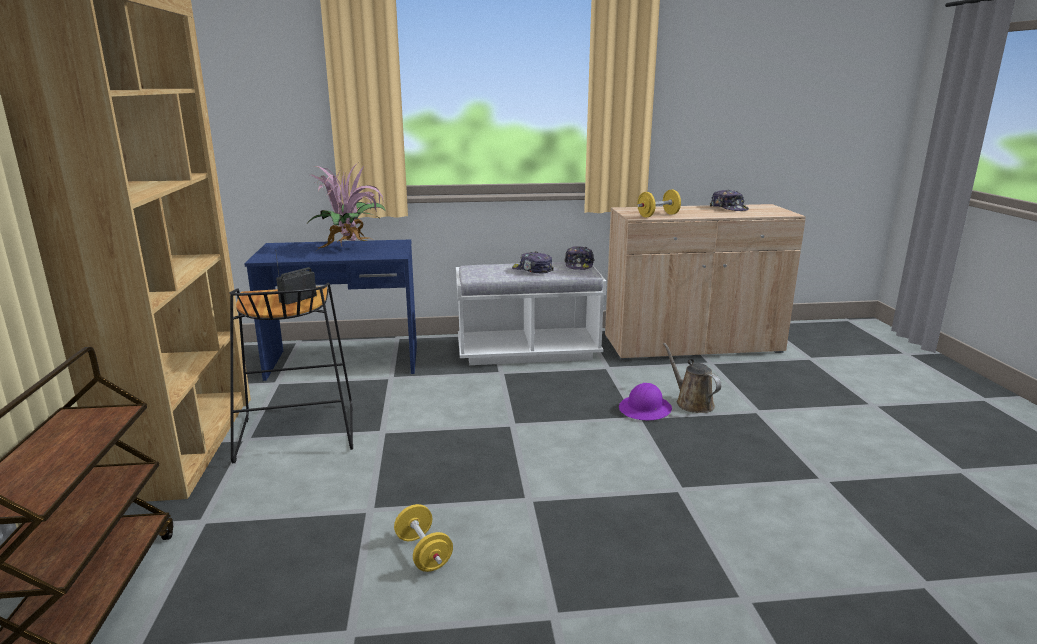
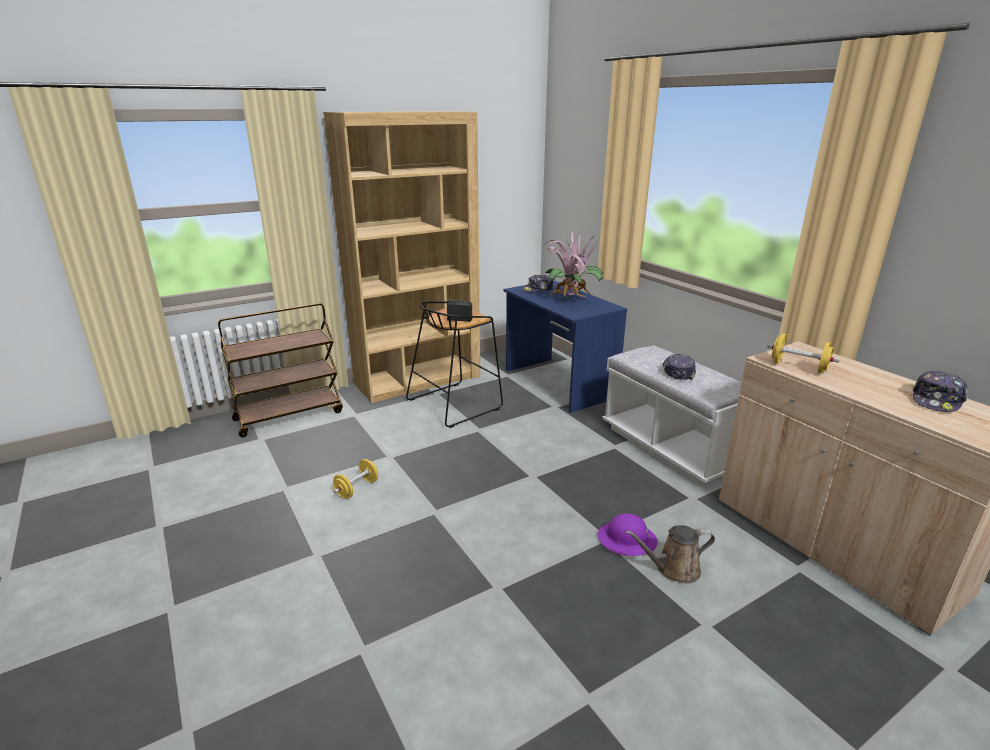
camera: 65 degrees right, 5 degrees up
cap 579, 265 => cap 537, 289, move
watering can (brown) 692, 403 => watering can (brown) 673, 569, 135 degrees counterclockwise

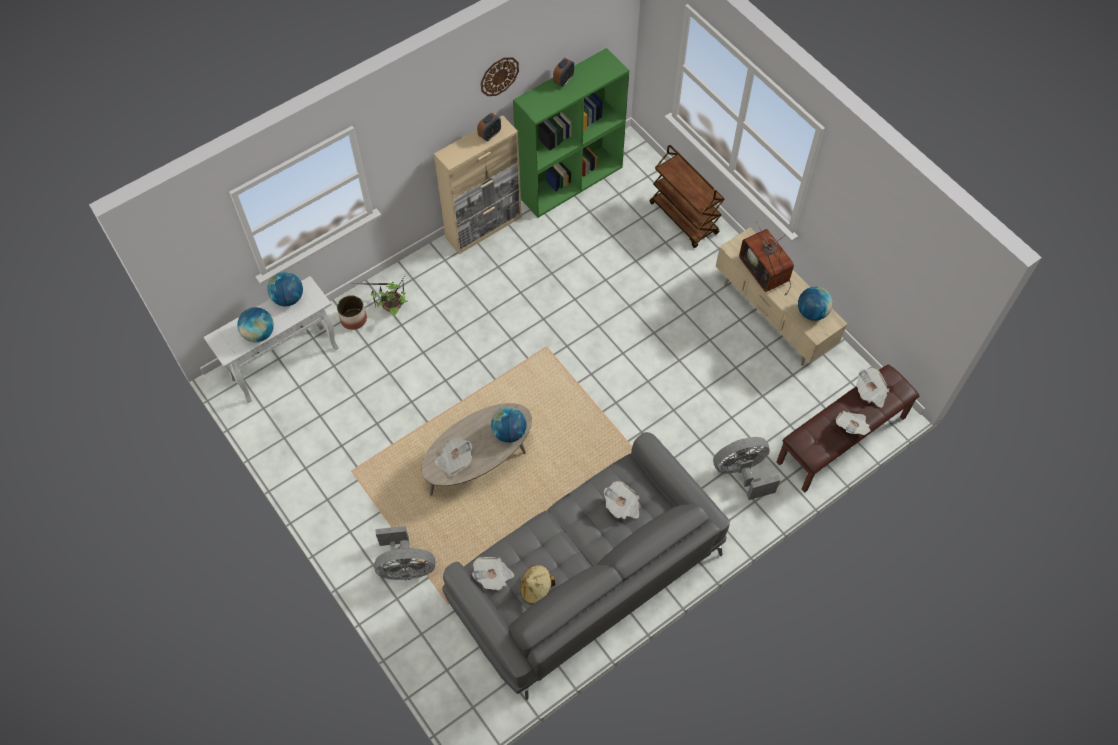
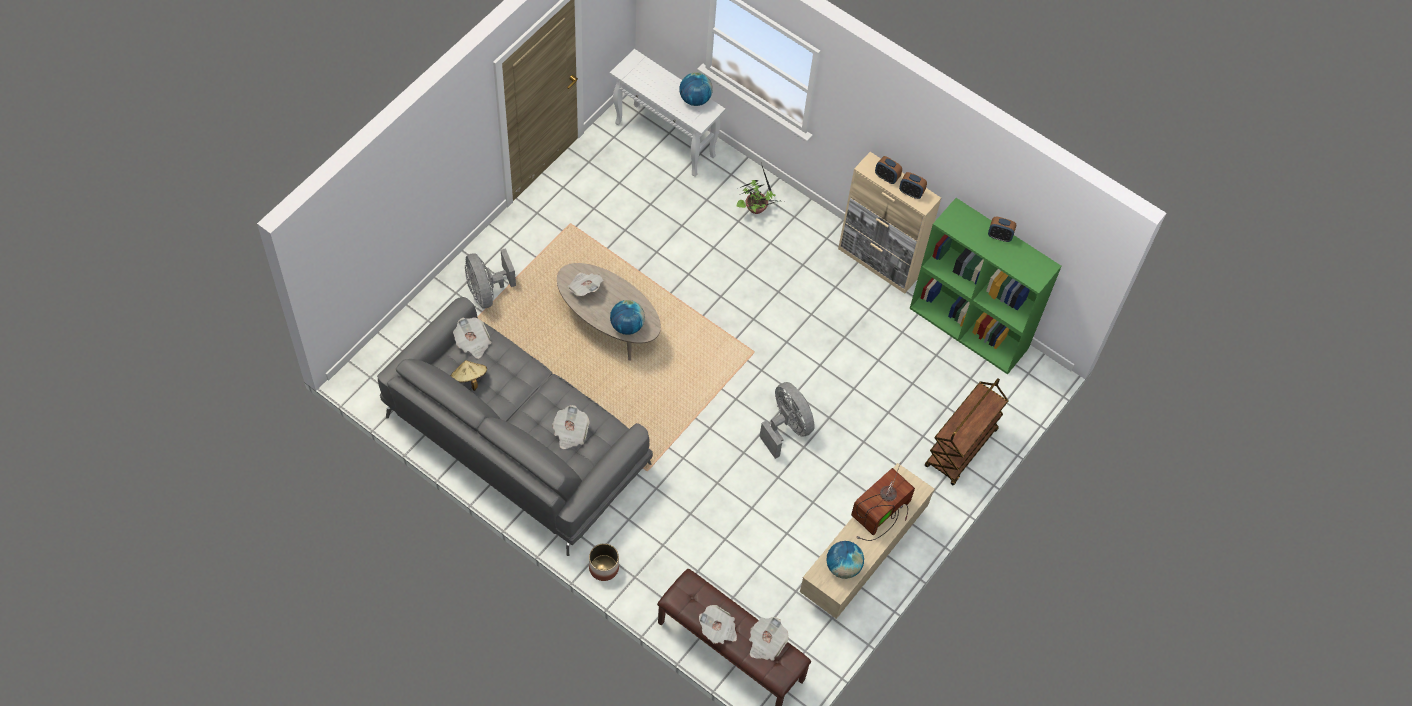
camera: 70 degrees right, 0 degrees up
globe 259, 334 => nothing
planter 353, 319 => planter 603, 567, move
wall clock 499, 76 => nothing
fan (grey) 742, 473 => fan (grey) 786, 427, move
nothing => alarm clock 886, 177

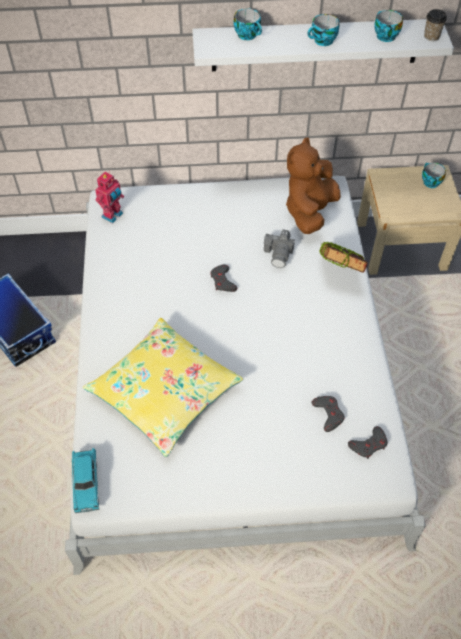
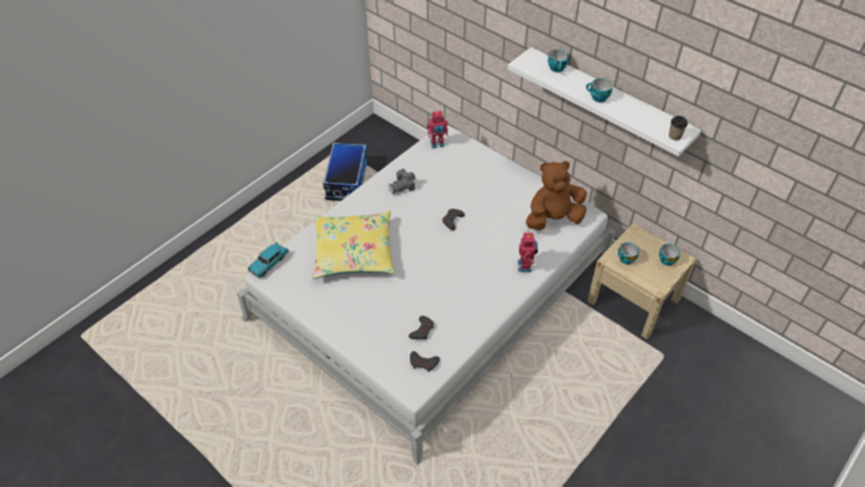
camera: 45 degrees right, 5 degrees down
photo camera 279, 254 => photo camera 403, 186, move
book 339, 274 => toy robot 525, 266
cup 384, 36 => cup 626, 258, move

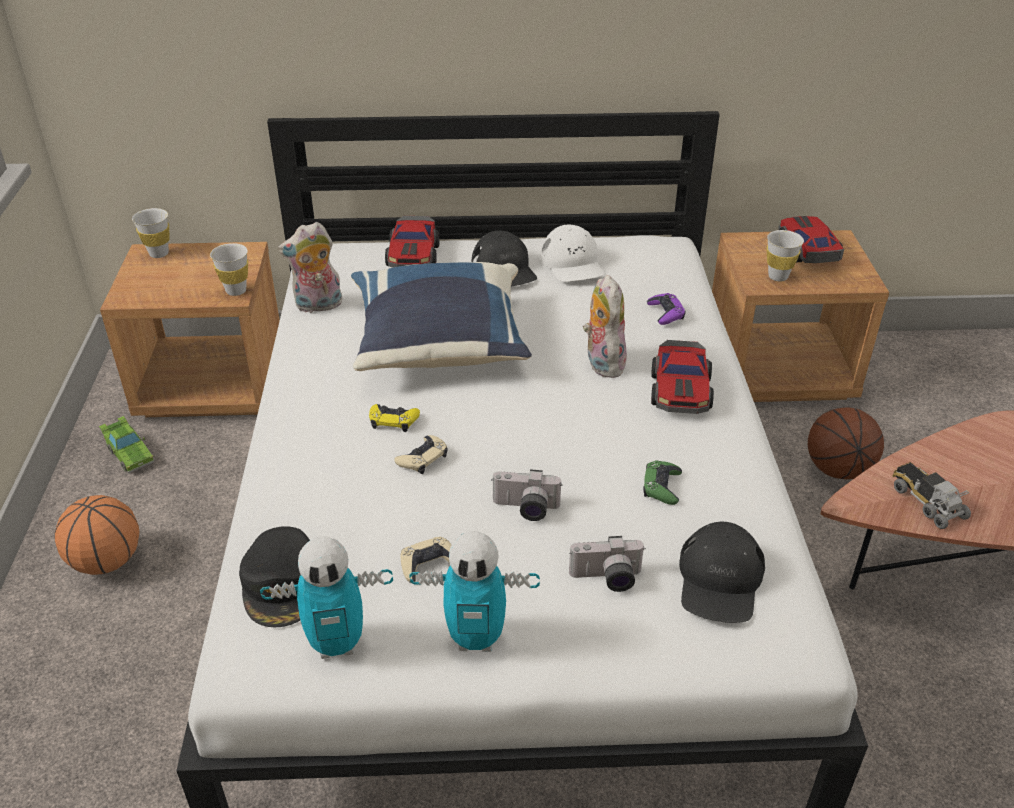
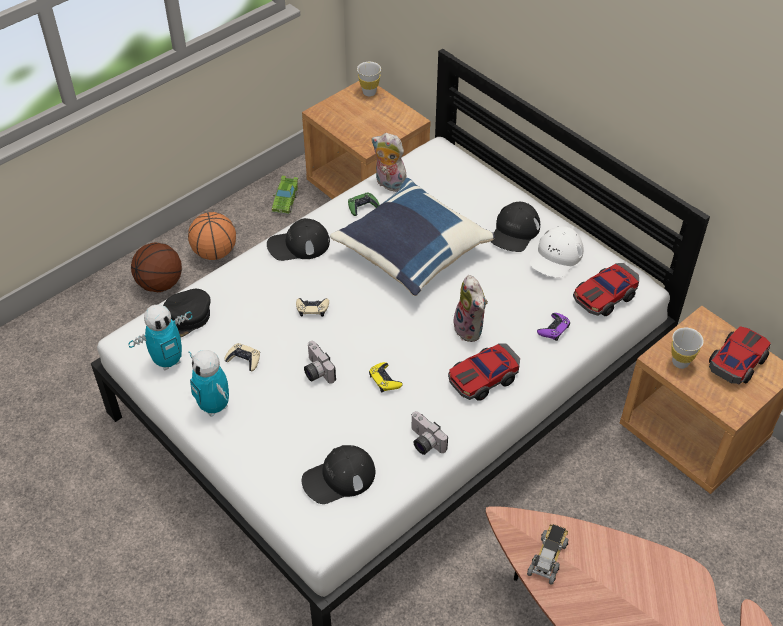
camera: 50 degrees right, 10 degrees up
cup (white) 236, 291 => nothing
toy robot 337, 644 => toy robot 168, 361, 75 degrees counterclockwise
game controller (yellow) 393, 420 => game controller (yellow) 384, 380, move
toy car 413, 255 => toy car 605, 296, move
photo camera 606, 579 => photo camera 424, 442, move
plush toy 601, 362 => plush toy 471, 329, 120 degrees clockwise
game controller (green) 661, 486 => game controller (green) 362, 206, move
basketball 837, 469 => basketball 160, 283, move
nothing => cap (black) 298, 245

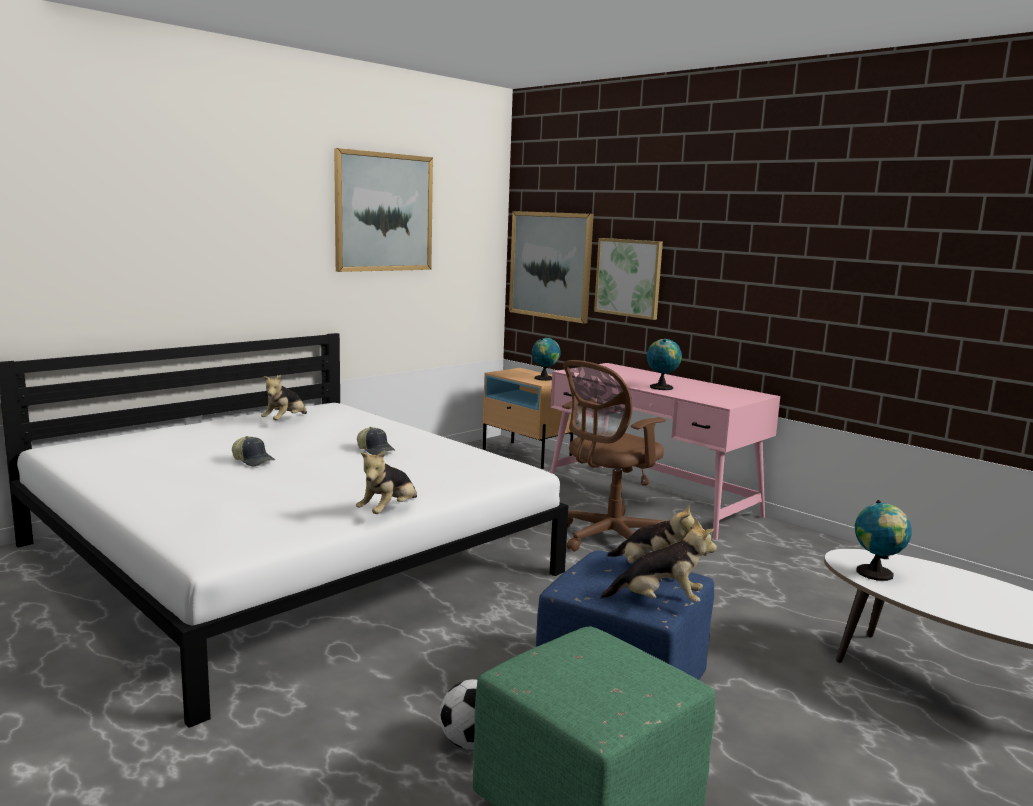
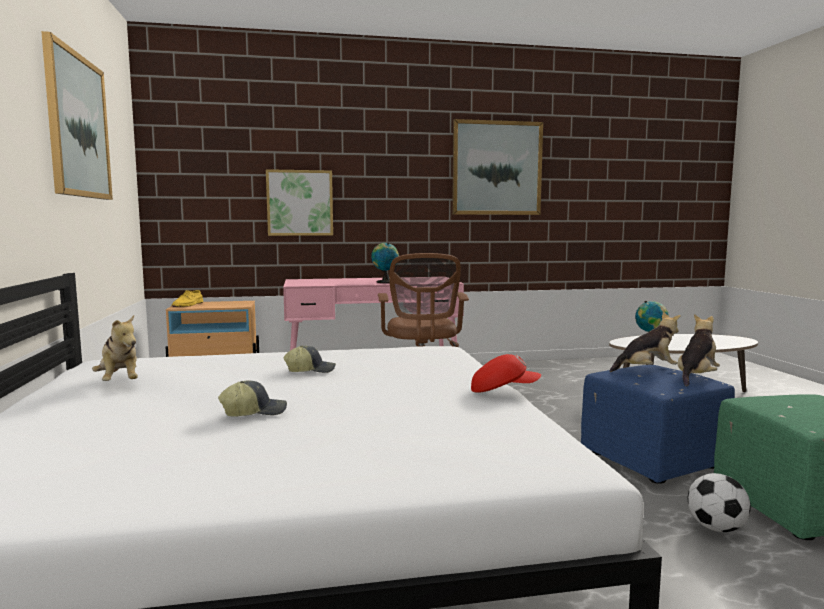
camera: 55 degrees left, 5 degrees down
plush toy 388, 511 => cap (red) 503, 391
picture 550, 265 => picture 497, 168, move
globe 545, 378 => nothing
nothing => shoe (yellow) 188, 305

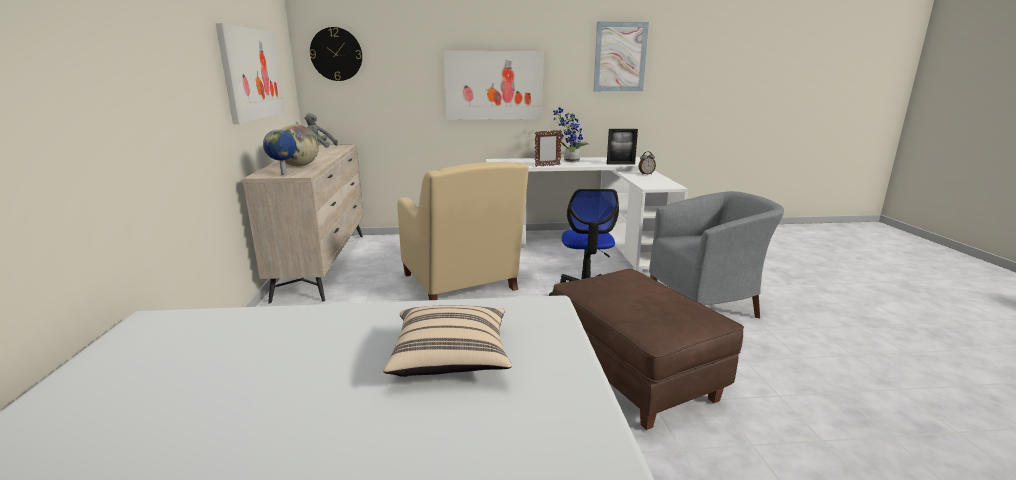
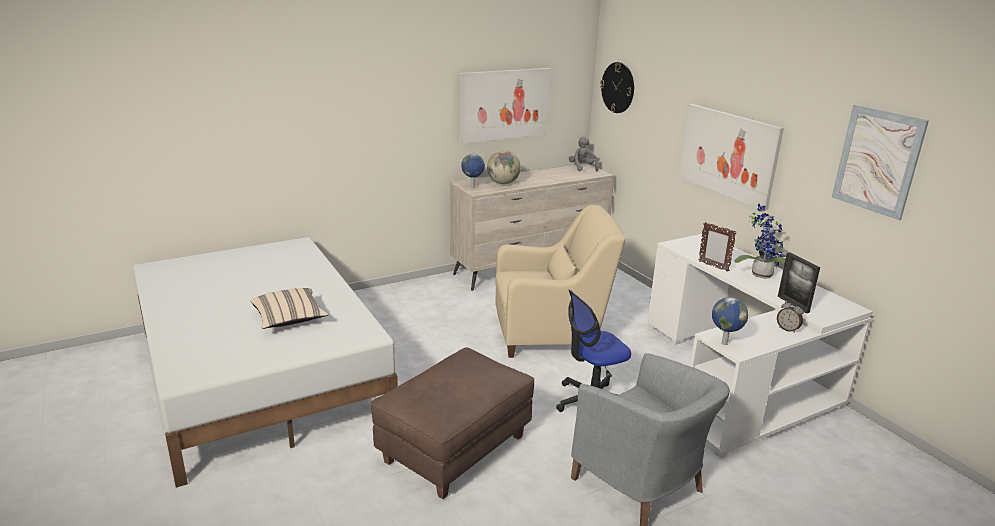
camera: 65 degrees right, 5 degrees up
armchair (beige) 461, 284 => armchair (beige) 551, 334, 135 degrees counterclockwise
nothing => globe 723, 343

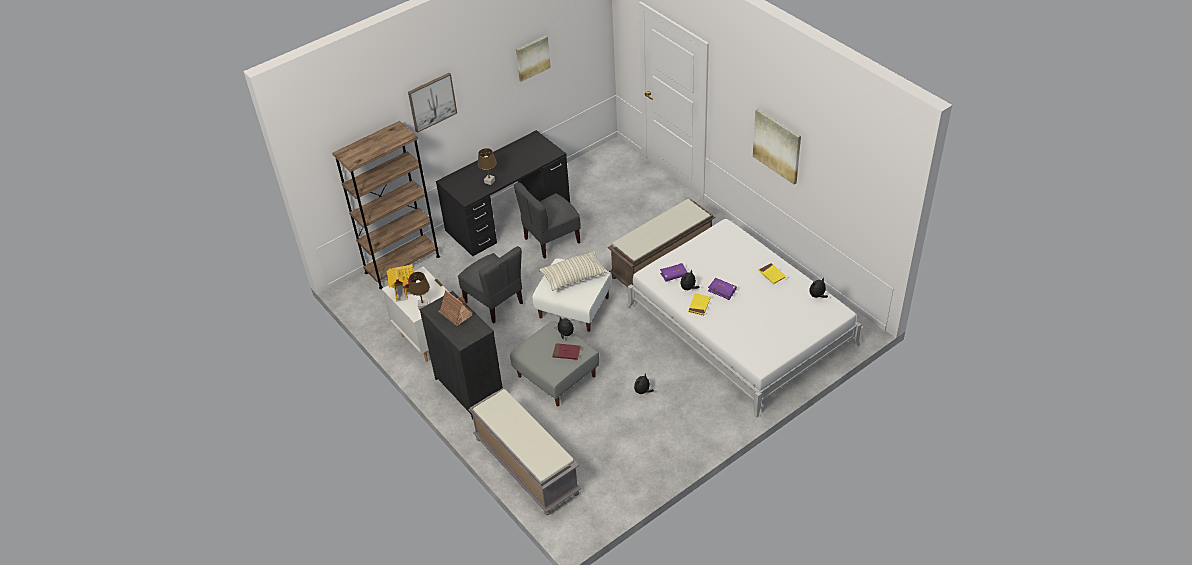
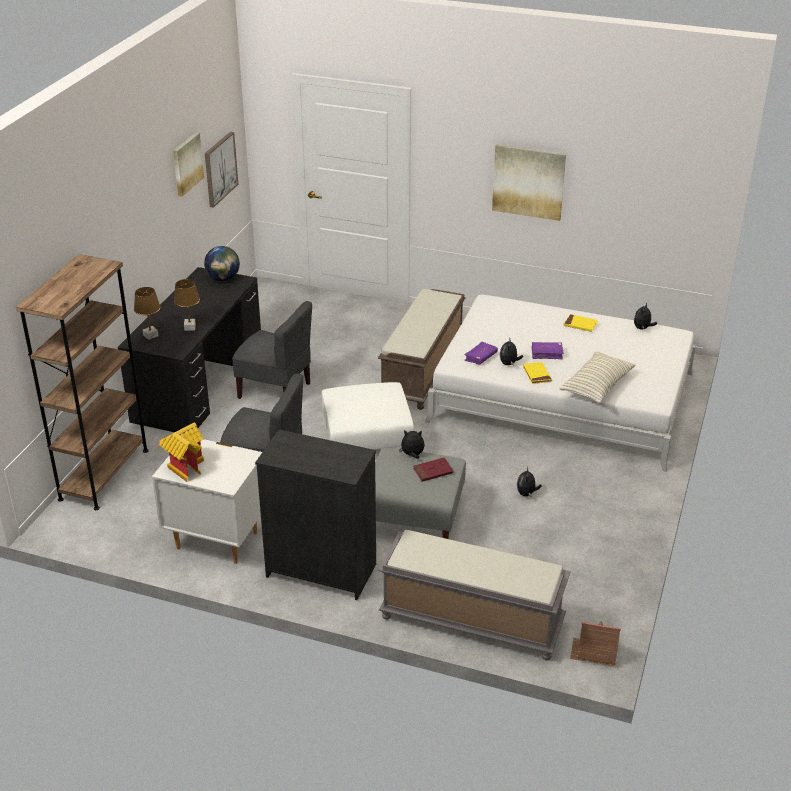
camera: 35 degrees left, 10 degrees down
picture 432, 102 => picture 220, 169, move
table lamp (brown) 423, 306 => table lamp (brown) 151, 335, move
toy house 455, 313 => toy house 594, 652, move
chair (grey) 551, 240 => chair (grey) 275, 390, 90 degrees counterclockwise
pillow 573, 277 => pillow 596, 386, move
nothing => globe 223, 279

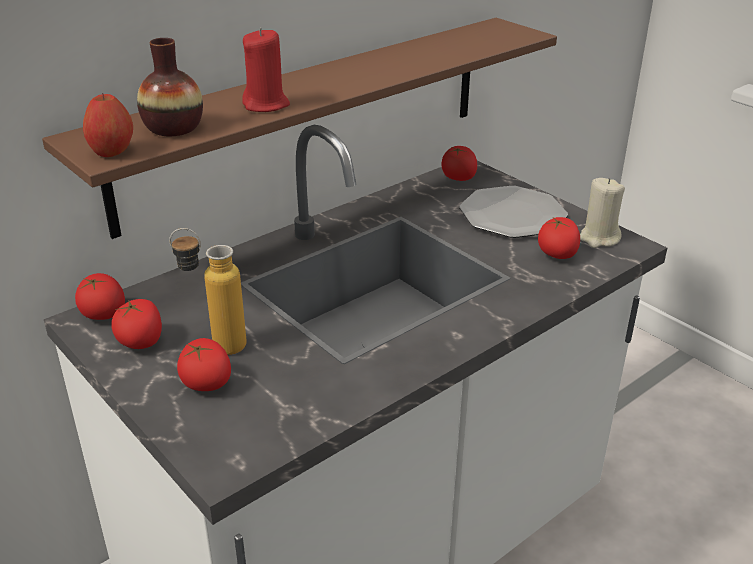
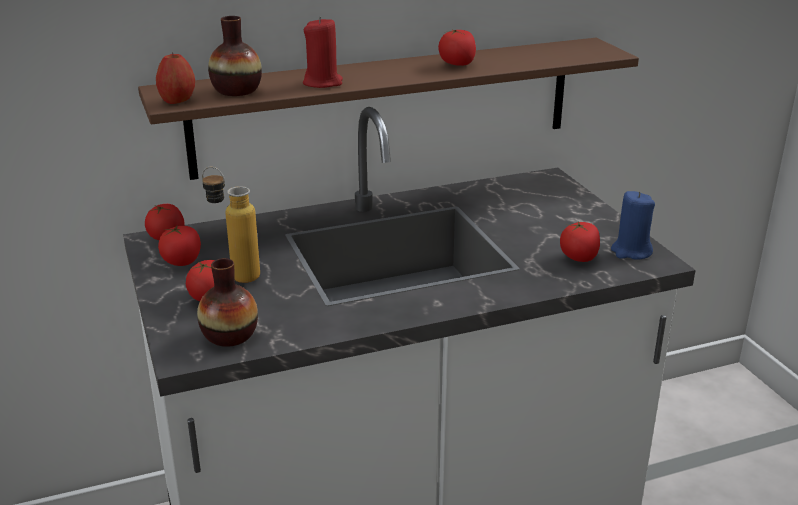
camera: 20 degrees right, 5 degrees down
tomato 458, 178 => tomato 457, 64, move
plate 513, 215 => nothing
candle (beige) 598, 238 => candle (blue) 631, 251
nothing => vase 229, 335

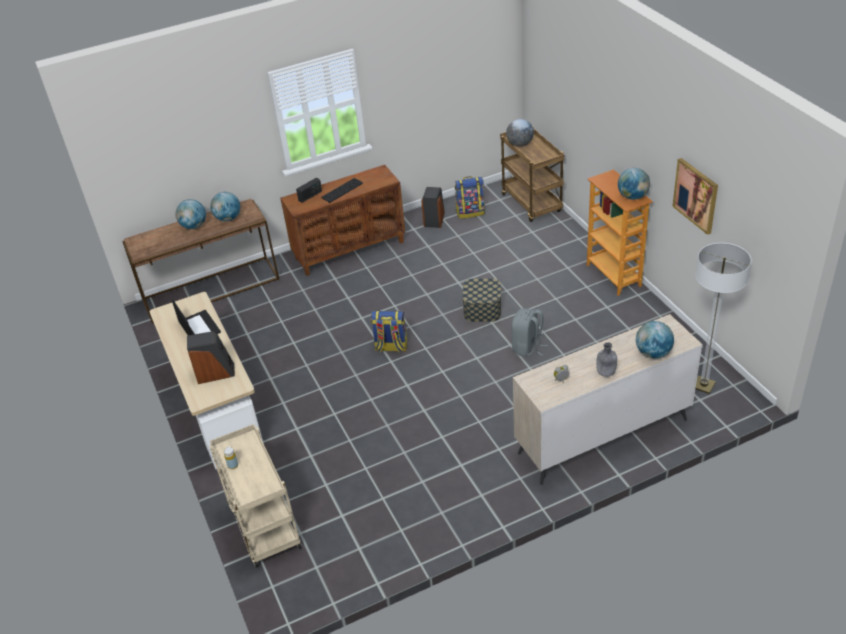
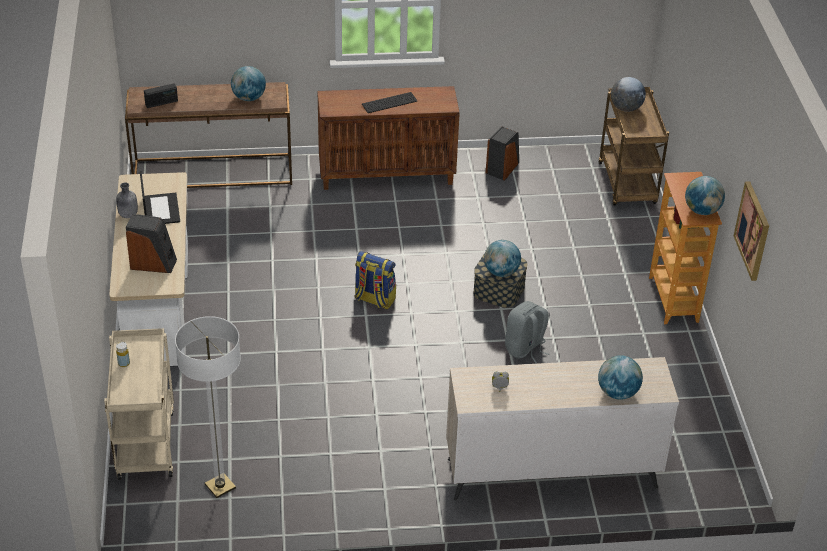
camera: 15 degrees right, 0 degrees up
globe 194, 226 => globe 501, 272, move
radio 310, 196 => radio 161, 103, move
backpack 470, 212 => nothing
bottle (grey) 605, 373 => bottle (grey) 128, 215, move
floor lamp 703, 385 => floor lamp 220, 486, move

